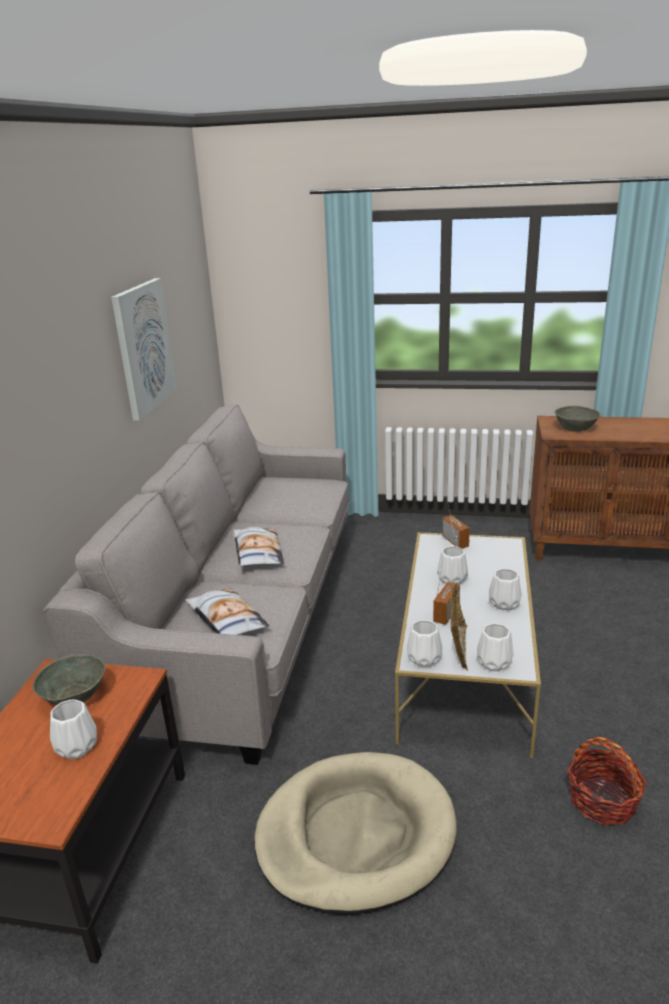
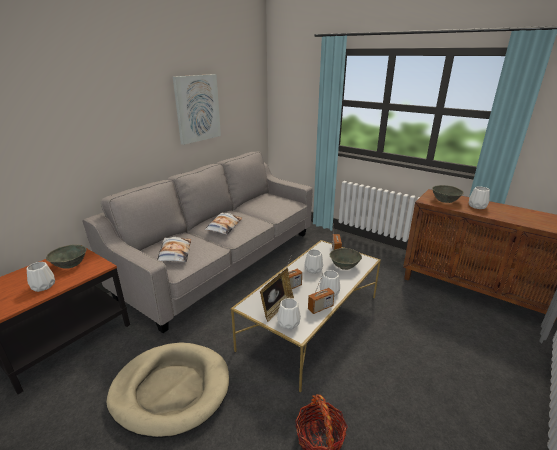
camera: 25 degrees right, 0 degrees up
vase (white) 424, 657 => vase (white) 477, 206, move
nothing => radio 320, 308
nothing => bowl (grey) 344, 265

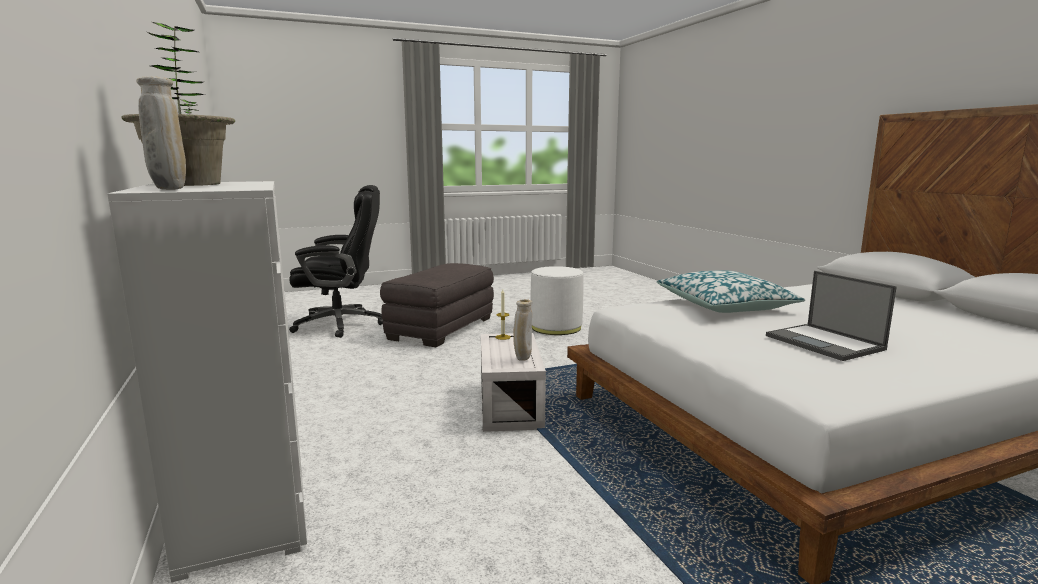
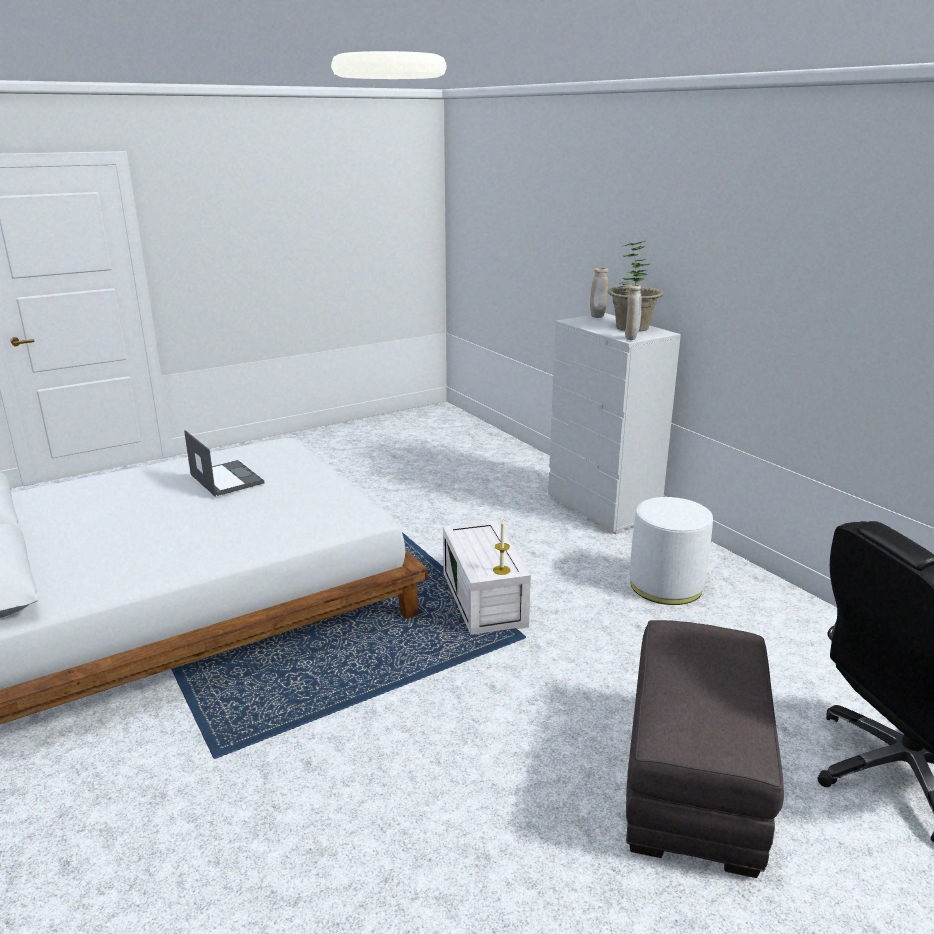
camera: 170 degrees right, 10 degrees up
vase (beige) 522, 359 => vase (beige) 631, 339, move
ottoman (white) 556, 327 => ottoman (white) 666, 585, move
pillow 725, 306 => nothing

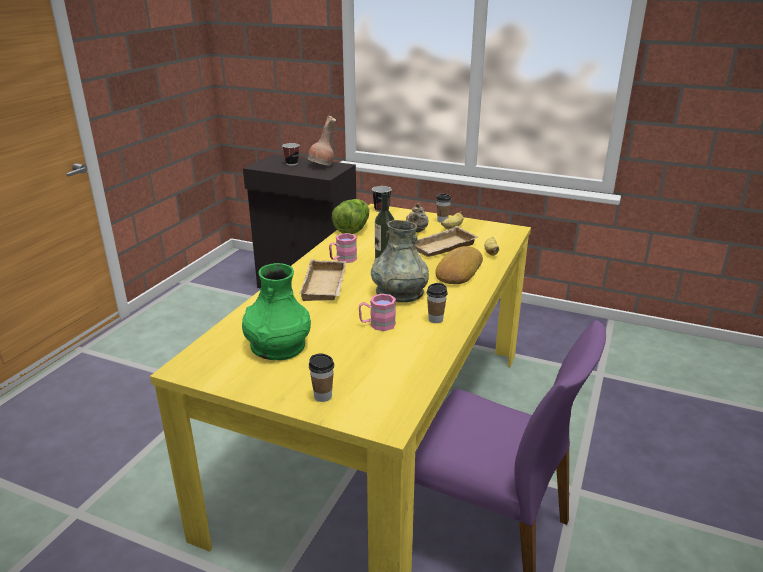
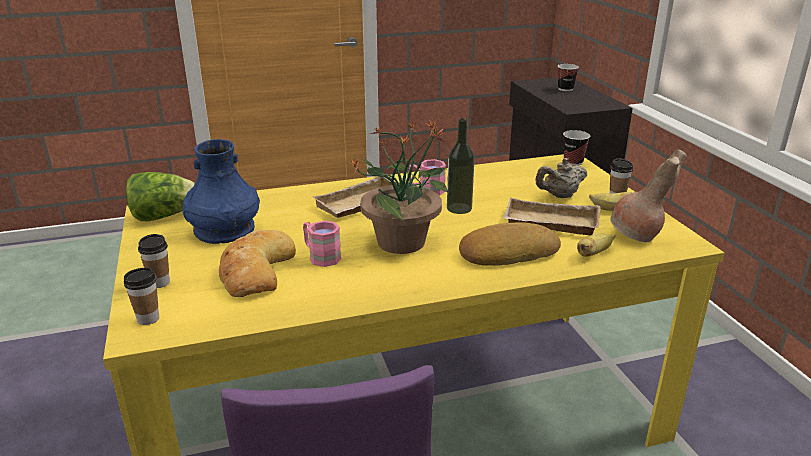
camera: 50 degrees right, 0 degrees up
vase (green) 278, 345 => vase (blue) 224, 229
vase (brown) 322, 165 => vase (brown) 636, 236, move
lettuce 353, 229 => lettuce 164, 216, move
vase (grey) 399, 293 => potted plant 403, 241
cup 435, 319 => cup 148, 319, move
nothing => bread 255, 271

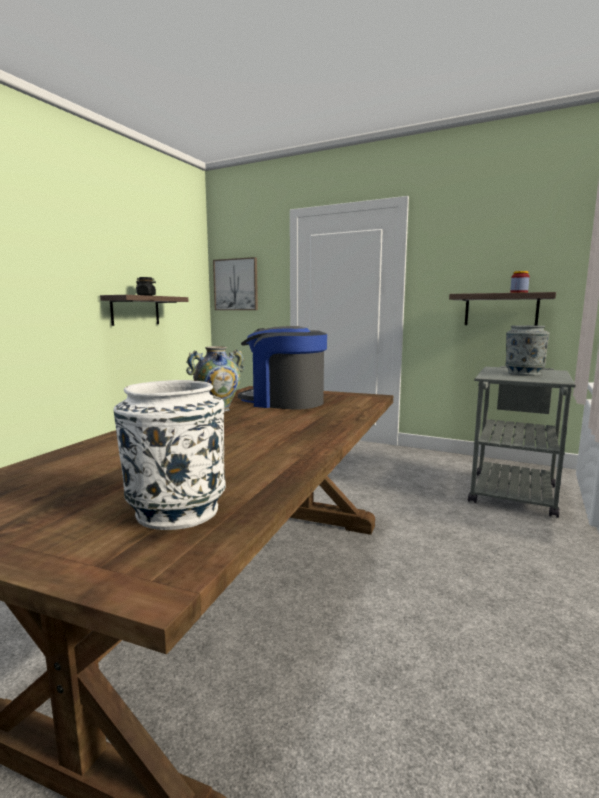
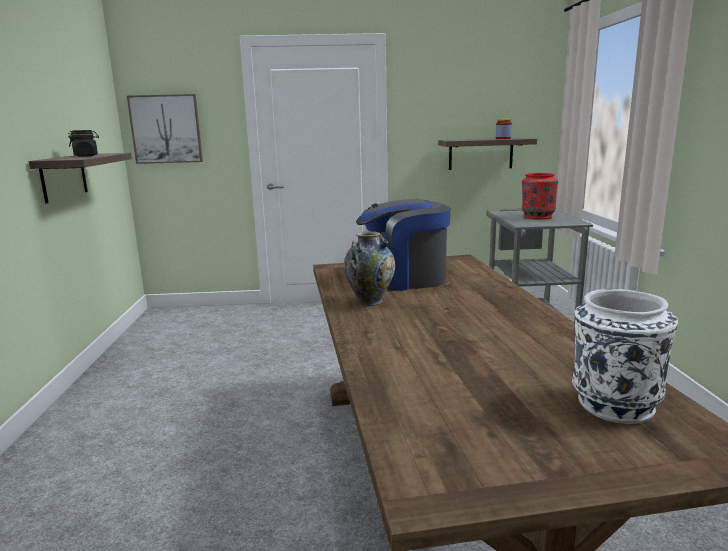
camera: 30 degrees left, 5 degrees up
vase (grey) 523, 373 => vase (red) 537, 217

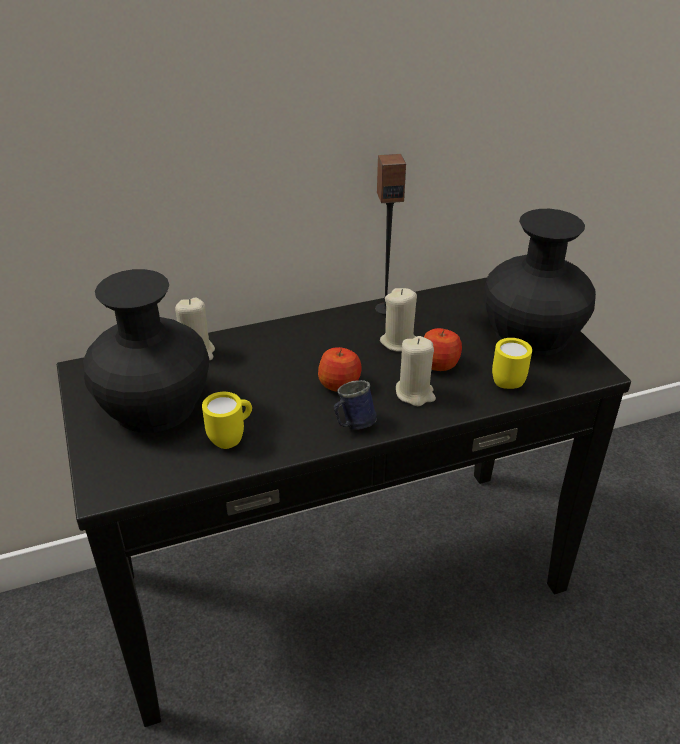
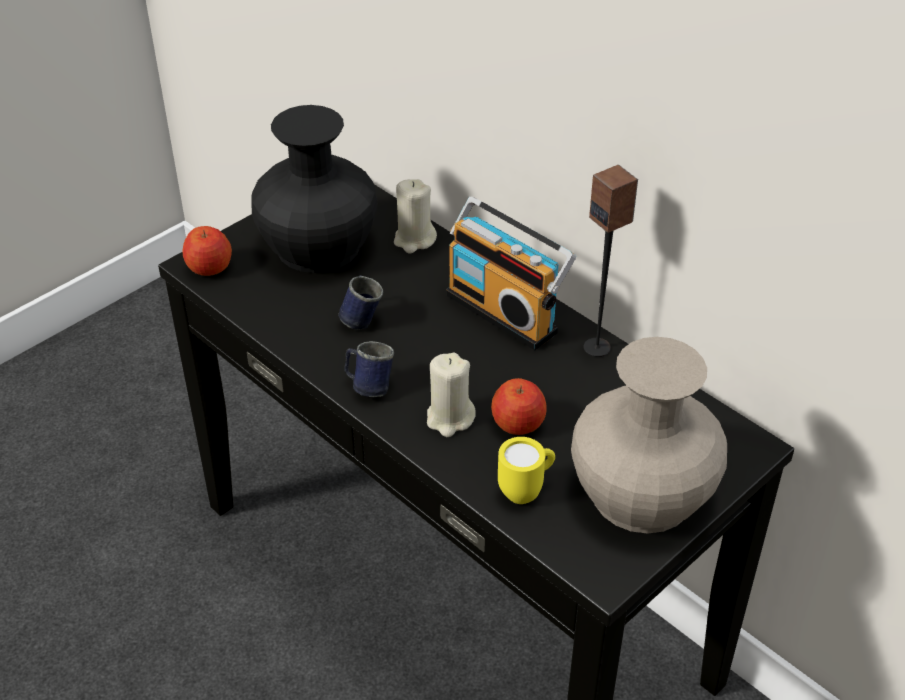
camera: 65 degrees right, 5 degrees up
mug (yellow) 231, 438 => nothing
apple 340, 384 => apple 210, 267, move
candle (beige) 399, 342 => nothing
vase (black) 531, 334 => vase (beige) 642, 492
nothing => mug (blue) 361, 318
nothing => radio 505, 311

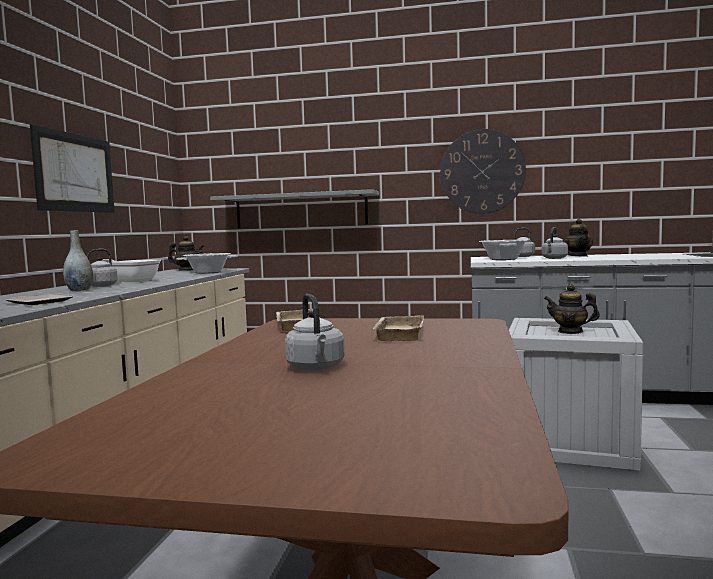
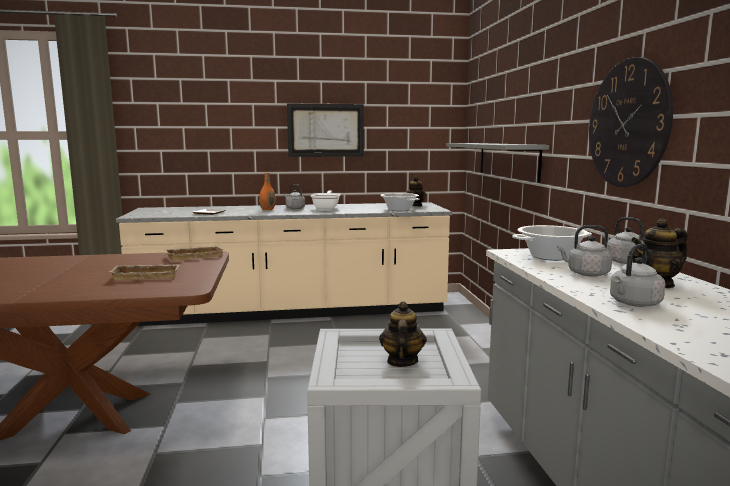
camera: 70 degrees right, 5 degrees up
vase (grey) 79, 290 => vase (orange) 267, 209
kettle (grey) 316, 367 => kettle (grey) 633, 303, move

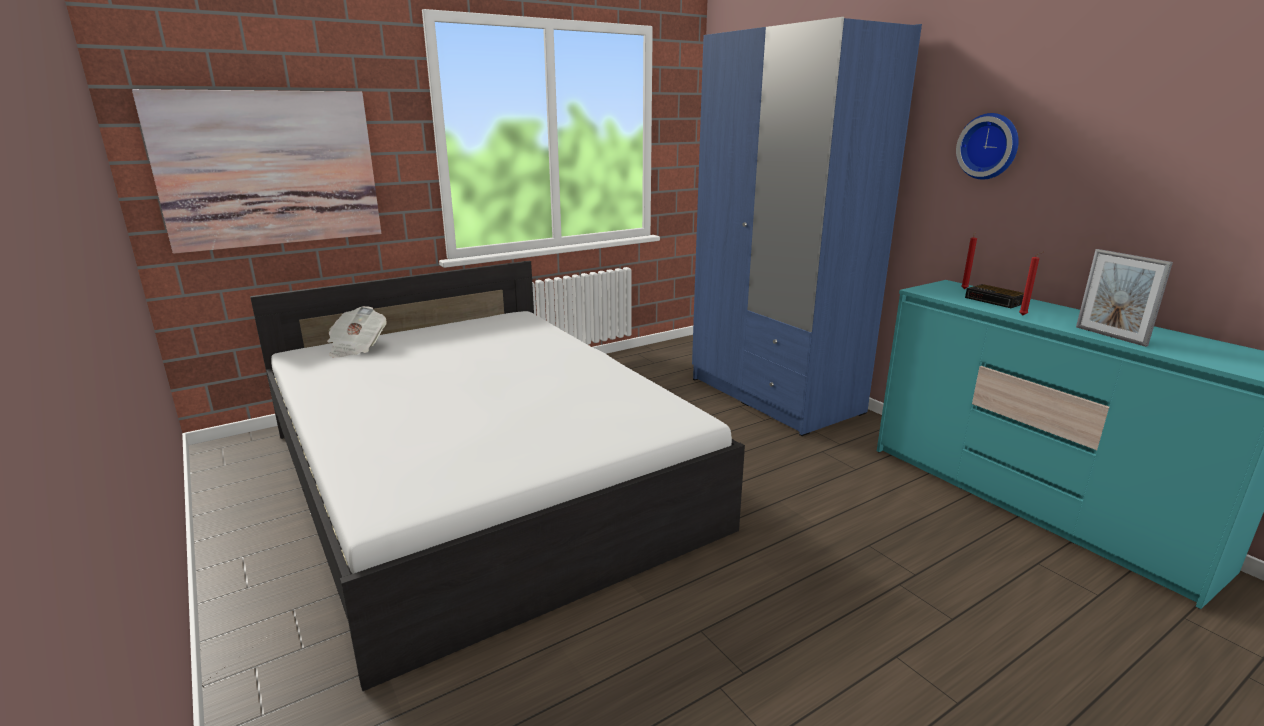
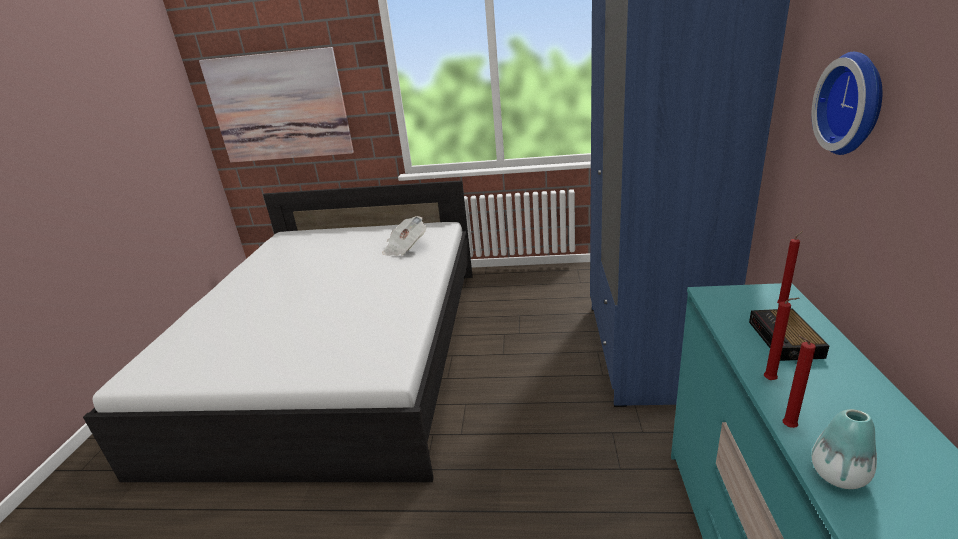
camera: 40 degrees right, 5 degrees up
newspaper 356, 347 => newspaper 405, 248, move
picture frame 1110, 336 => vase 838, 475
nothing => candle (red) 786, 427

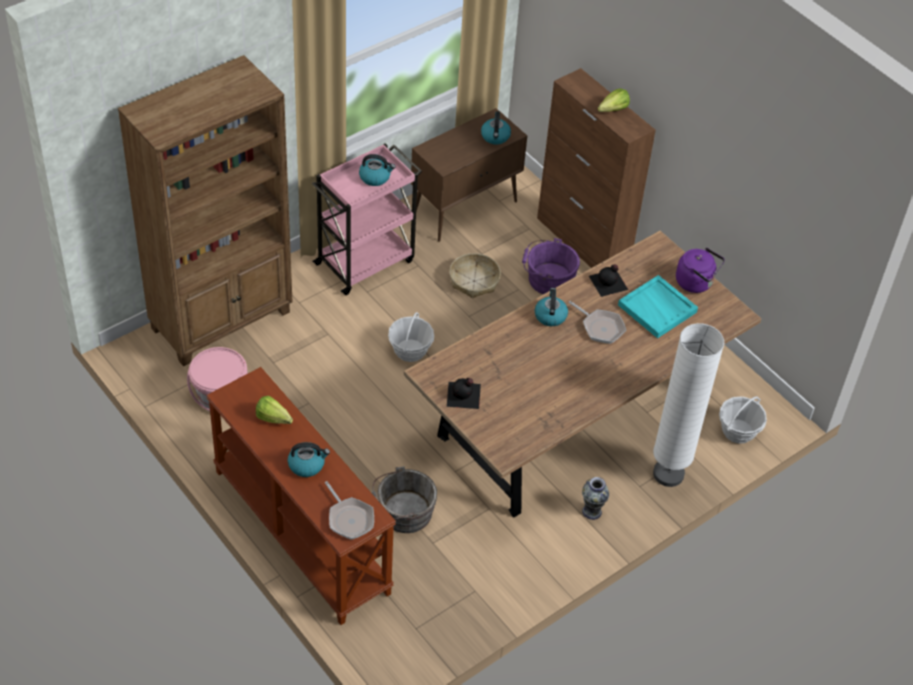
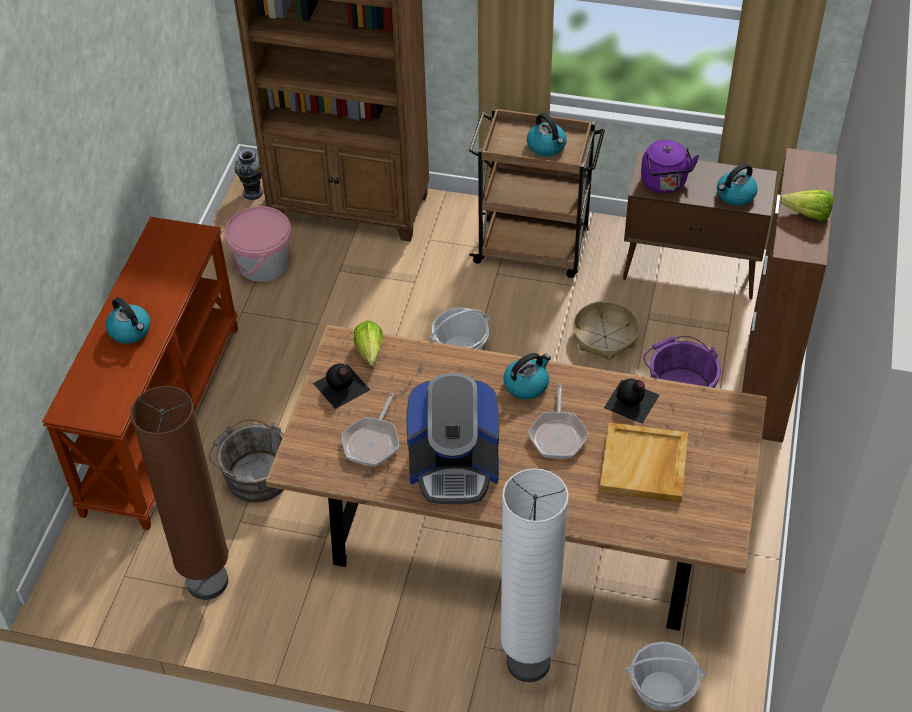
camera: 55 degrees right, 0 degrees up
lettuce 275, 420 => lettuce 369, 355, move
cart (pink) 366, 261 => cart (brown) 533, 248
frying pan 349, 518 => frying pan 373, 442, move
vase 592, 511 => vase 253, 192, move
tray (turquoise) 658, 309 => tray (beige) 644, 466
kettle (purple) 696, 283 => kettle (purple) 665, 184, move
nothing => floor lamp (brown) 207, 582
nothing => coffee machine 454, 468

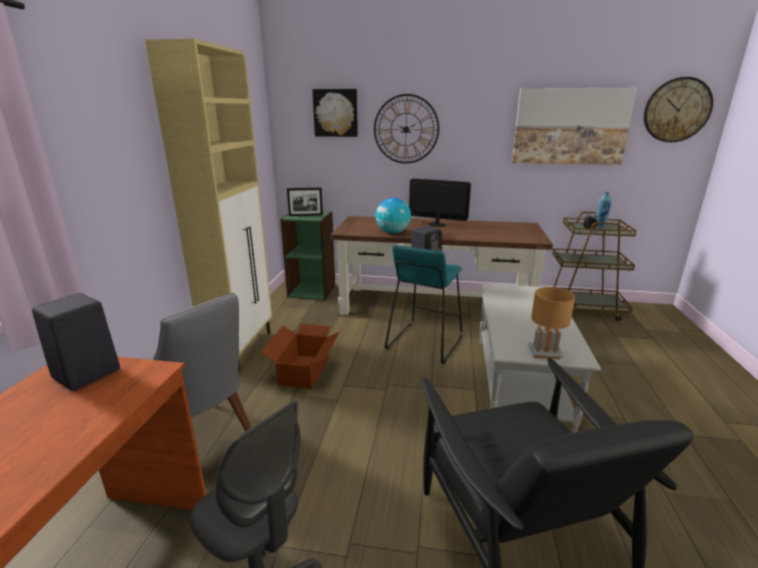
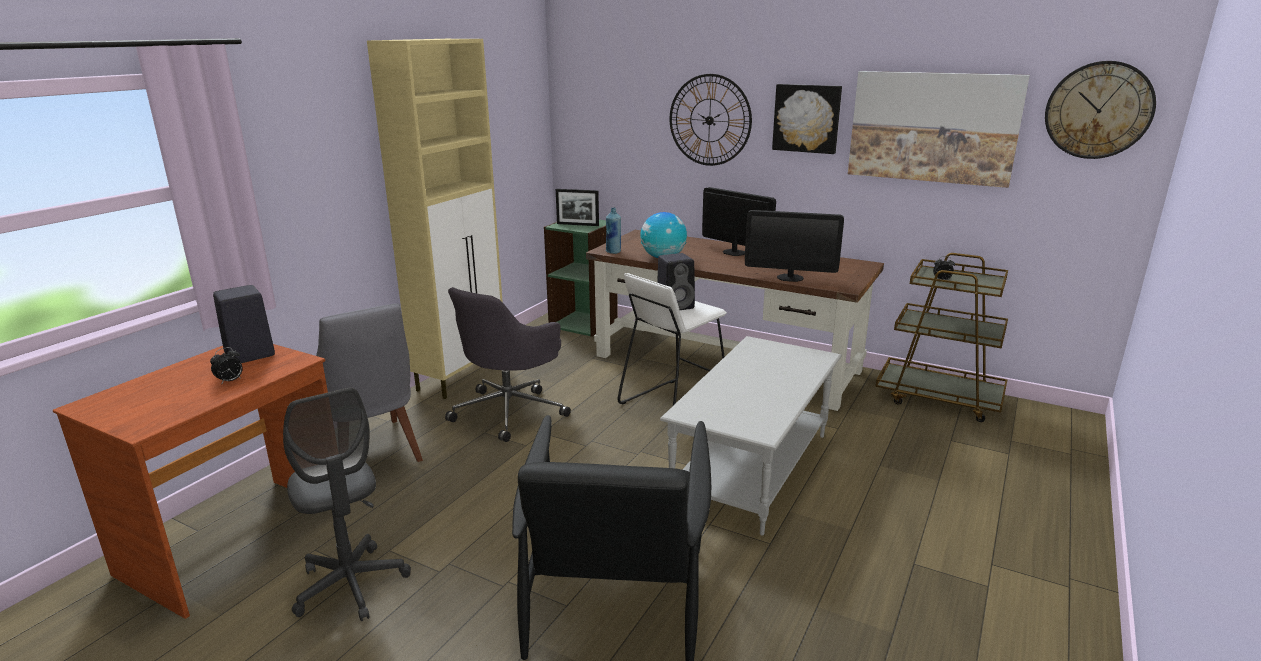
camera: 20 degrees right, 0 degrees up
cardboard box 303, 371 => office chair (grey) 510, 411
picture 336, 113 => picture 807, 118, move
stool (turquoise) 424, 342 => stool (white) 673, 404
table lamp (brown) 544, 353 => nothing
bottle (blue) 600, 225 => bottle (blue) 613, 252, move
nothing => alarm clock 230, 381
nothing => monitor 790, 278

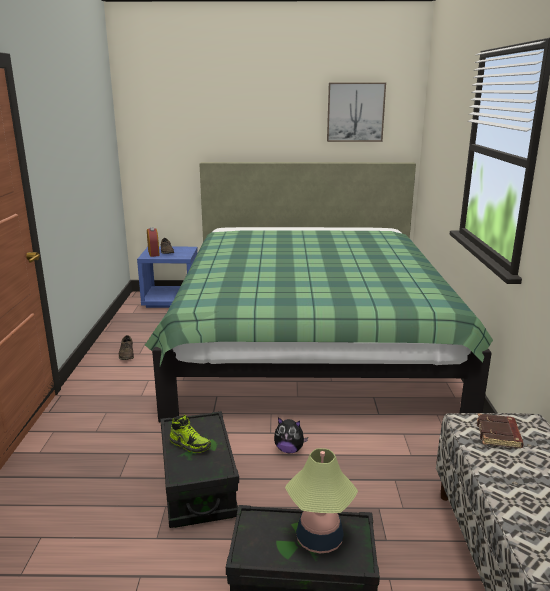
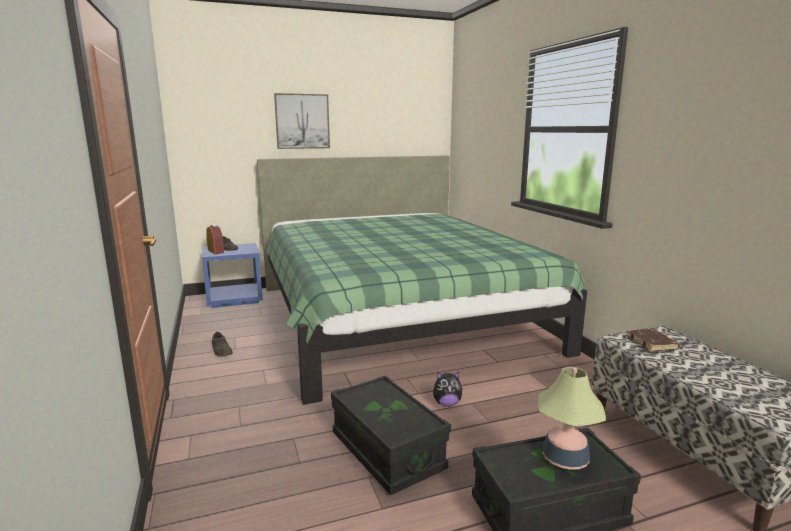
camera: 20 degrees left, 5 degrees down
shoe 190, 444 => nothing
picture 355, 112 => picture 302, 121, move

